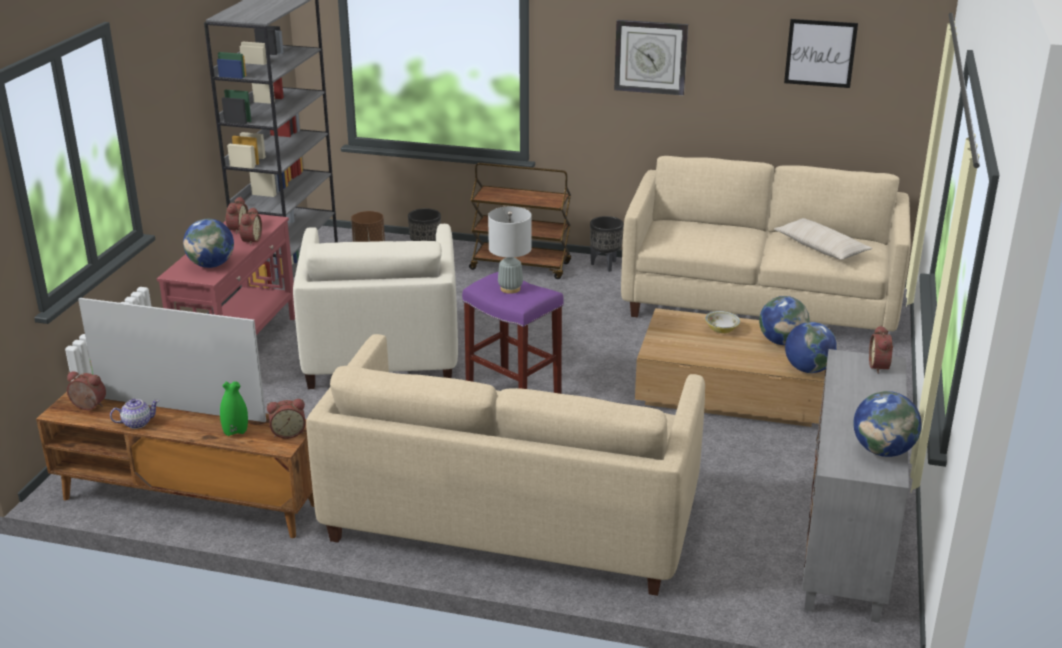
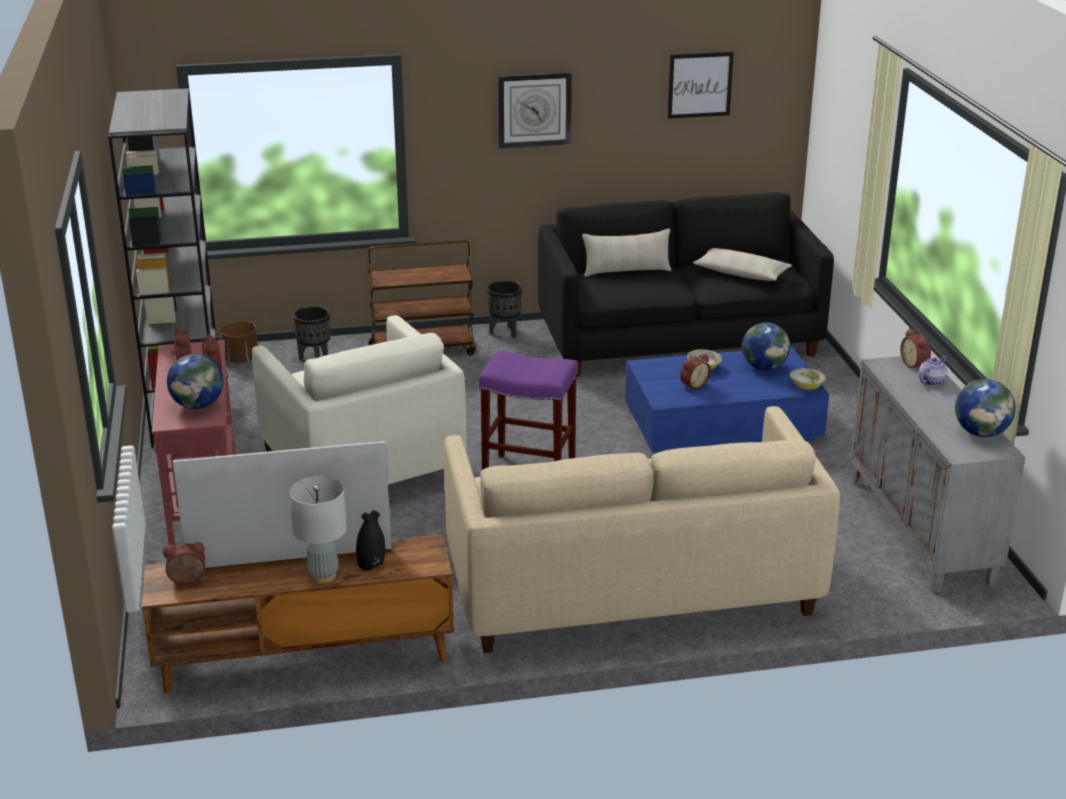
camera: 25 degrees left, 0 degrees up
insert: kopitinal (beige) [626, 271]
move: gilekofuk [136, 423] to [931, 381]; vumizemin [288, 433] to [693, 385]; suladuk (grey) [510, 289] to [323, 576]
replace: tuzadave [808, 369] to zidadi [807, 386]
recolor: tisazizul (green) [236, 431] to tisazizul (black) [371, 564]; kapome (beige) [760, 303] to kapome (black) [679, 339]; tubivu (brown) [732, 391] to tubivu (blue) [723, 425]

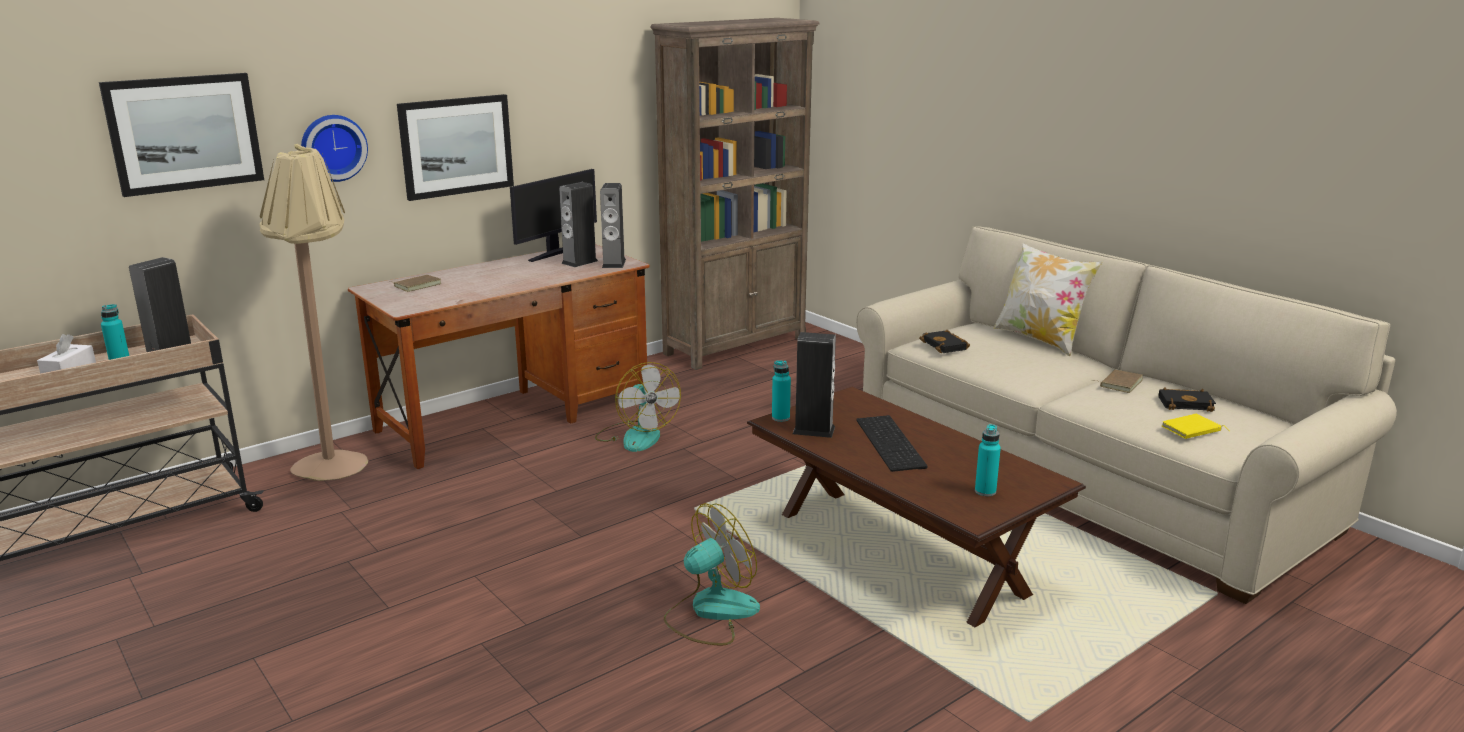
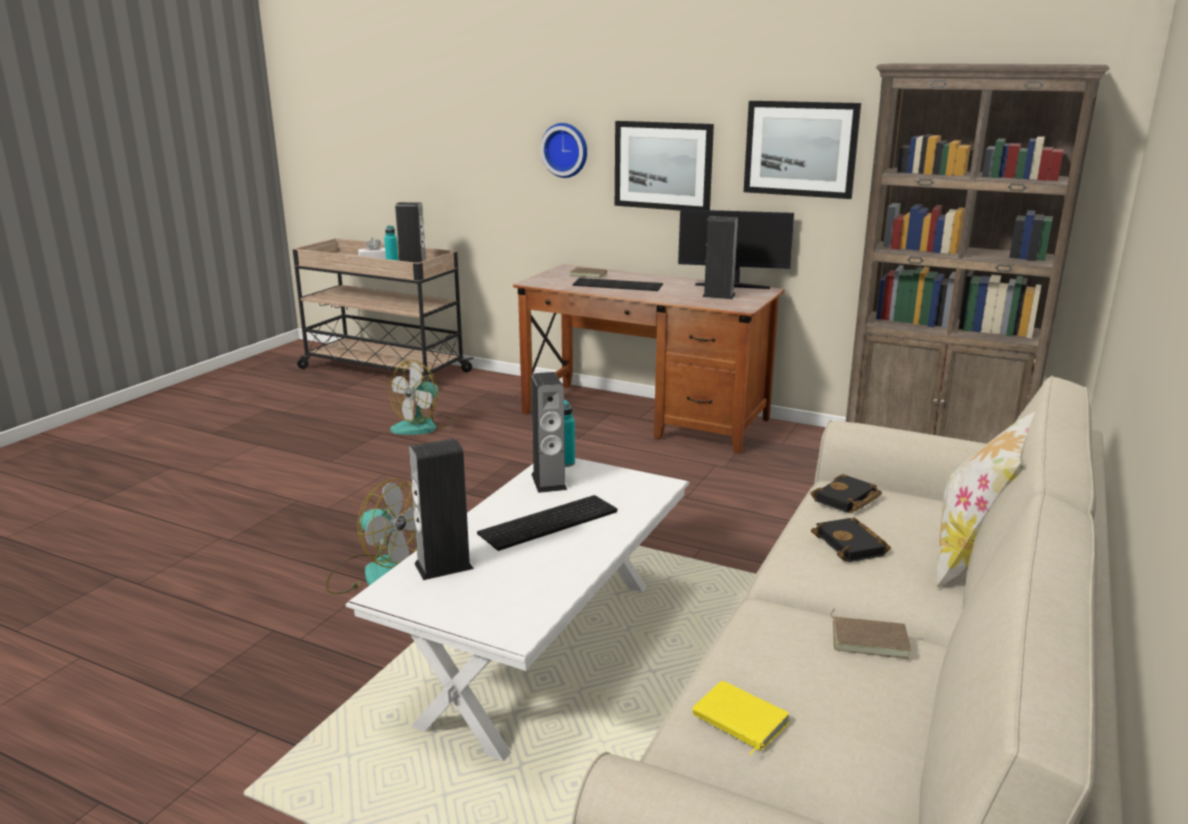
camera: 65 degrees right, 0 degrees up
delete: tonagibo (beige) [336, 473]; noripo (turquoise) [985, 491]
insert: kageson [618, 285]
move: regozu [184, 133] to [800, 149]; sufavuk [636, 436] to [422, 426]; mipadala [614, 263] to [444, 566]; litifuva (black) [1186, 403] to [852, 545]
recolor: tubivu (brown) [899, 553] to tubivu (white) [542, 651]

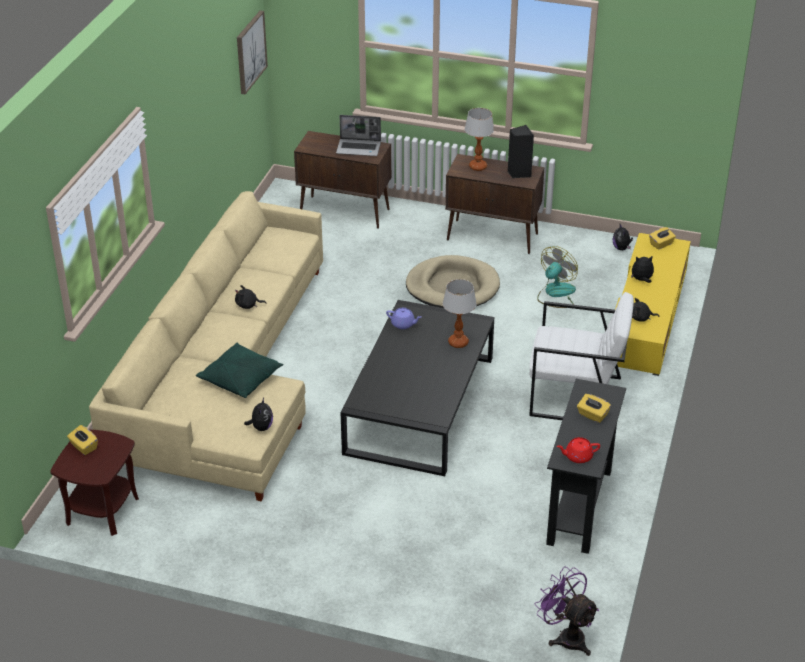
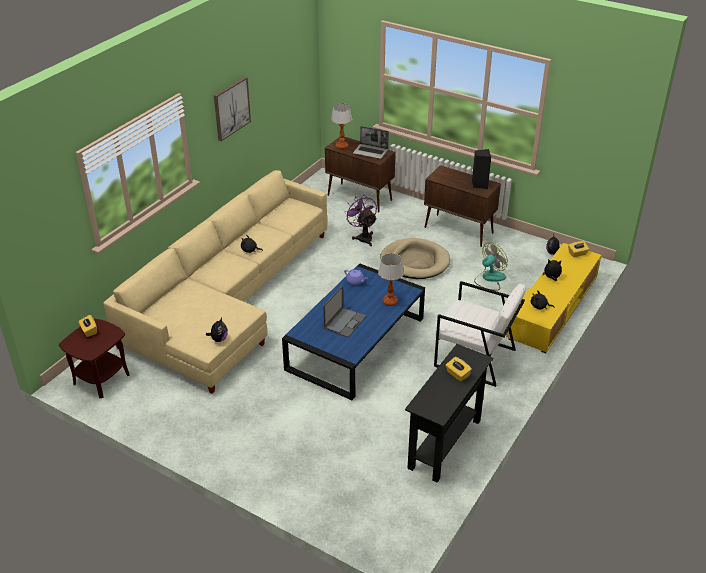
camera: 15 degrees right, 0 degrees up
delete: kopitinal (green) [241, 379]; gilekofuk (red) [577, 456]
insert: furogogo [345, 322]
move: regozu [250, 52] to [231, 108]; suladuk [478, 166] to [342, 146]; sufavuk (purple) [566, 636] to [363, 237]
recolor: tubivu (black) [419, 404] to tubivu (blue) [355, 343]

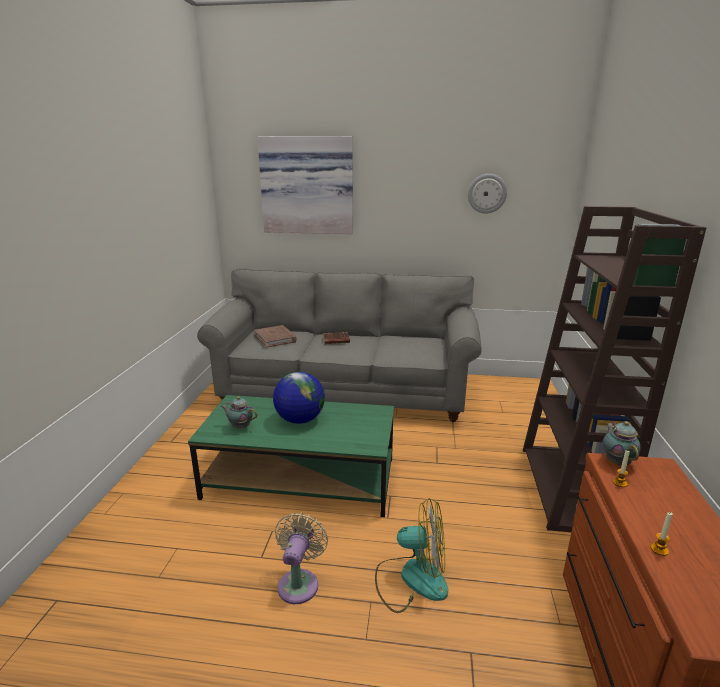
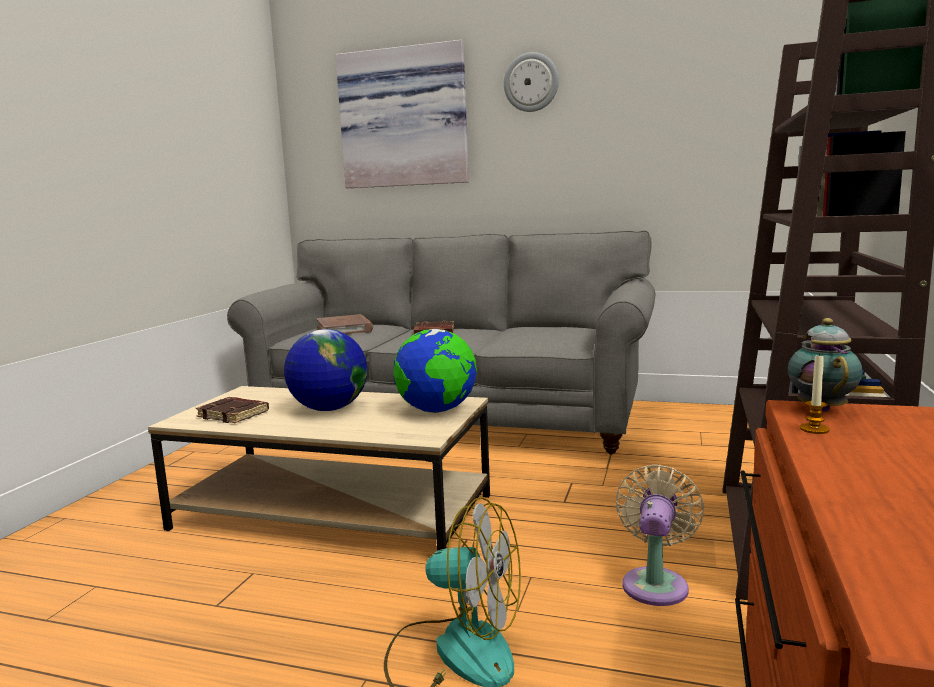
camera: 10 degrees right, 10 degrees down
delete: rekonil [659, 549]
insert: tuzadave [437, 411]
move: sufavuk (beige) [299, 582] to [656, 583]; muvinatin [487, 193] to [531, 82]
replace: gilekofuk [240, 427] to litifuva (brown) [234, 414]
recolor: tubivu (green) [300, 478] to tubivu (beige) [333, 511]

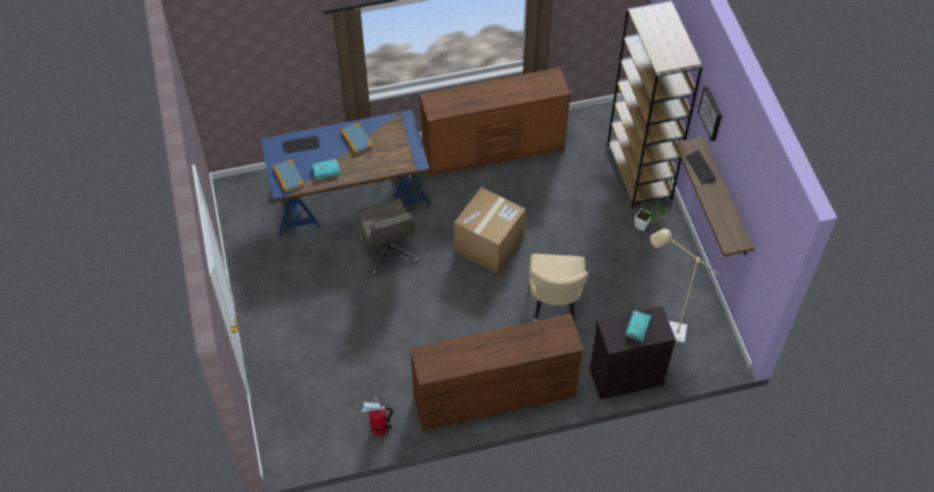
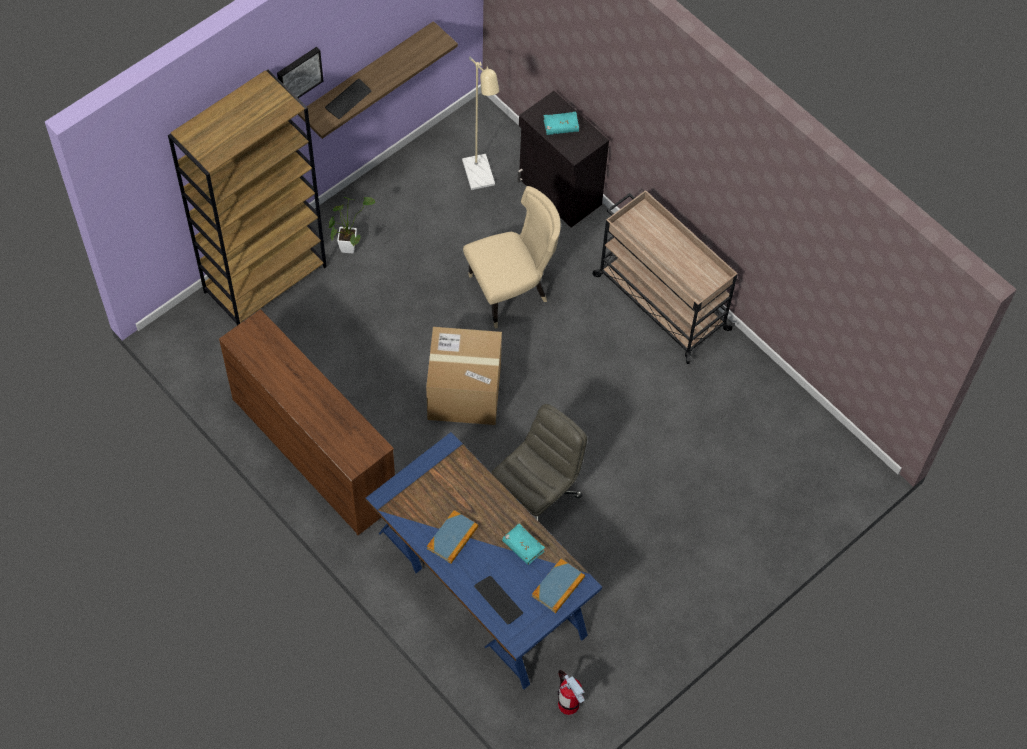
camera: 120 degrees left, 5 degrees up
move: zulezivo [379, 428] to [568, 704]
replace: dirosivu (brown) [493, 396] to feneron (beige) [660, 301]

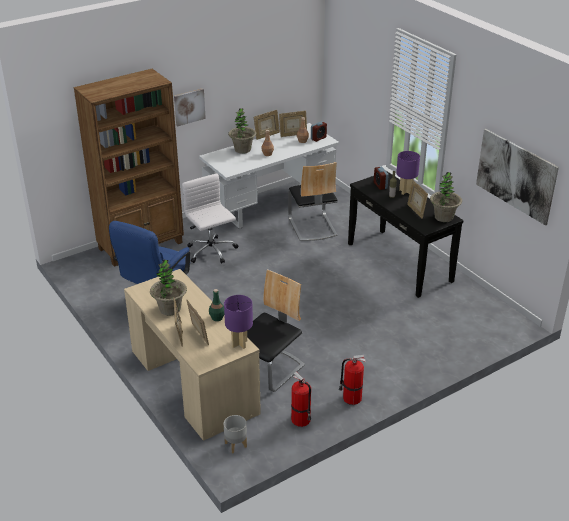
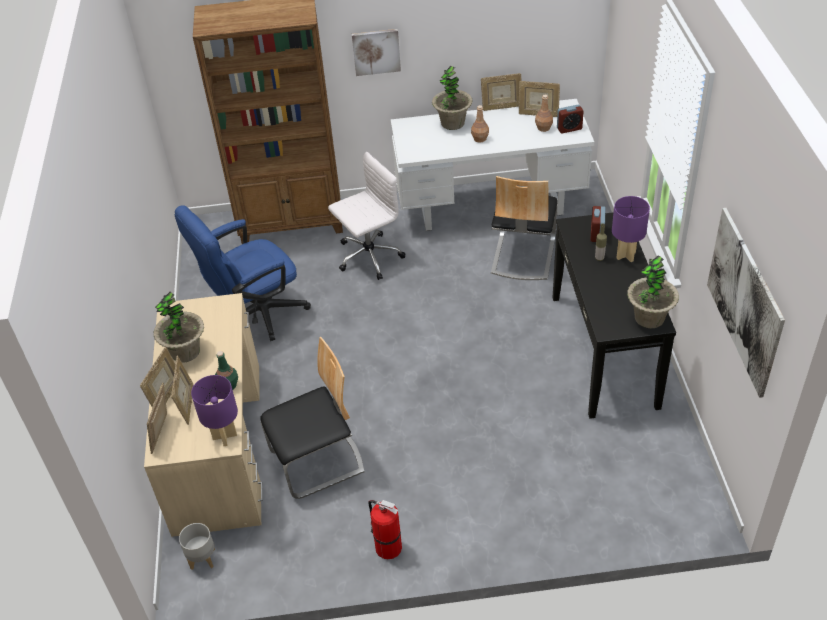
camera: 30 degrees right, 10 degrees up
delete: zulezivo [301, 420]
move: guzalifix [416, 211] to [162, 433]
rotate: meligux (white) [211, 252] = [368, 257] 60 degrees clockwise

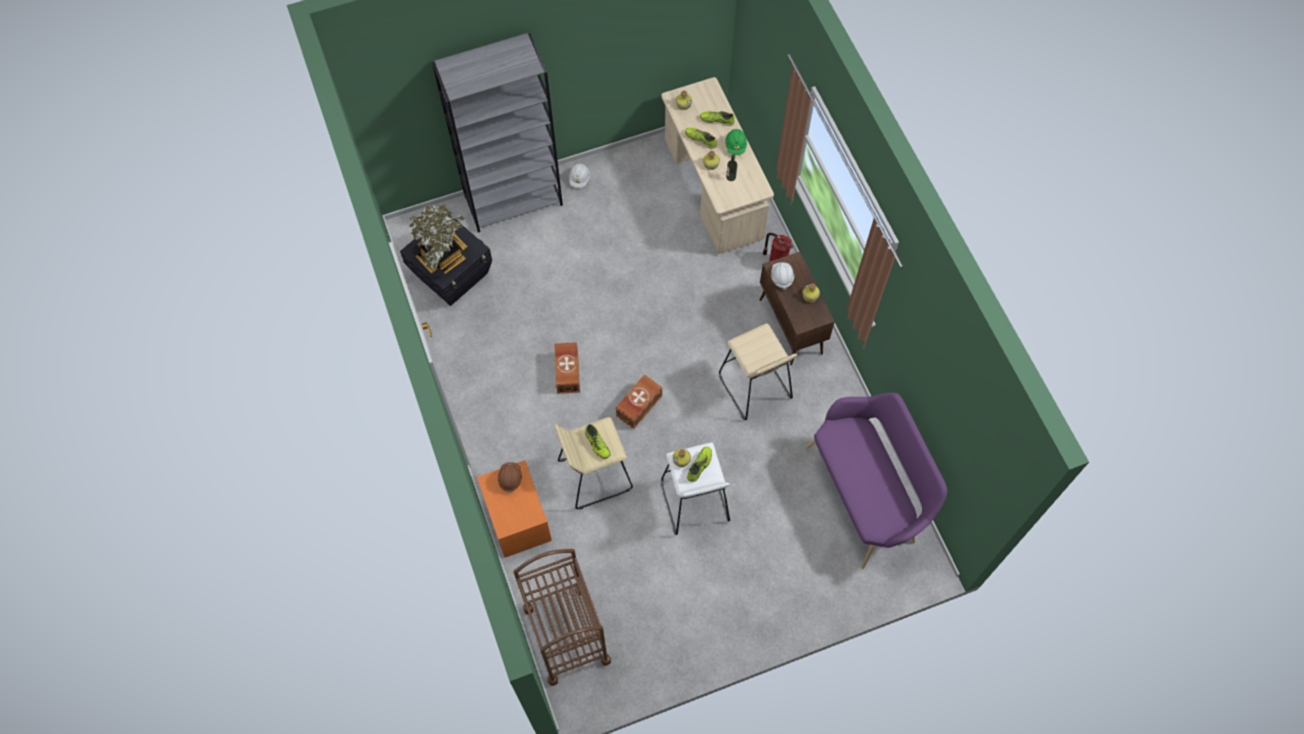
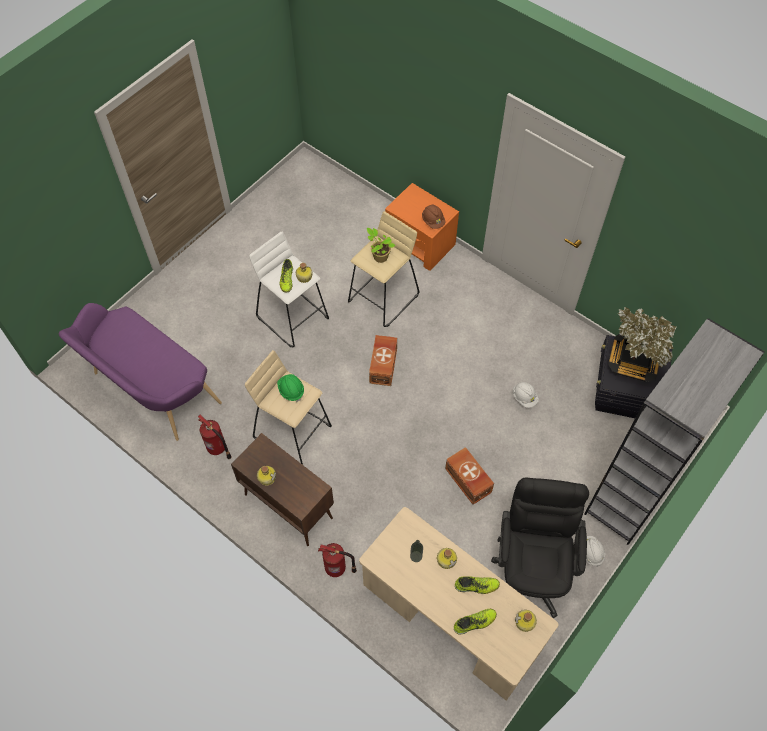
camera: 150 degrees right, 5 degrees down
delete: feneron (brown) [566, 635]
insert: zulezivo [217, 448]; meligux (black) [531, 568]
move: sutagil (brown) [568, 372] to [468, 481]; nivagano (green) [735, 146] to [291, 390]; nivagano (white) [781, 277] to [524, 397]
replace: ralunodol [597, 444] to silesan [379, 256]

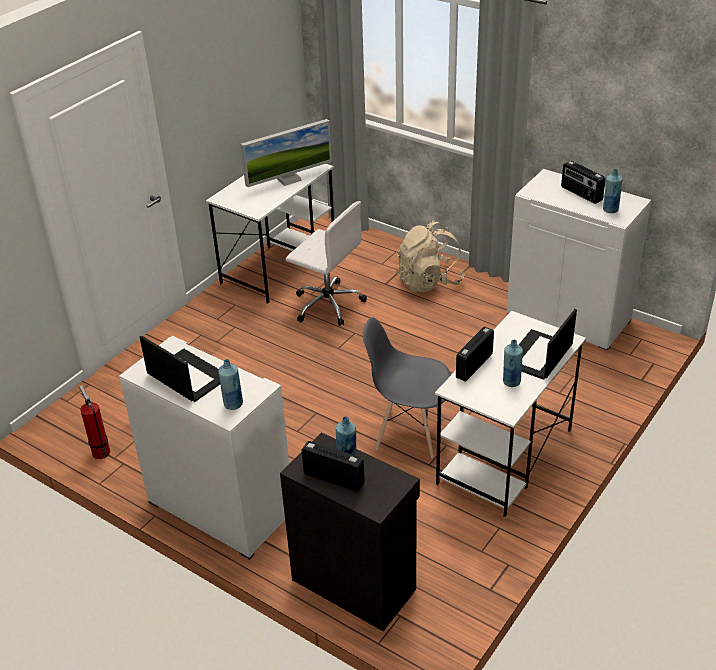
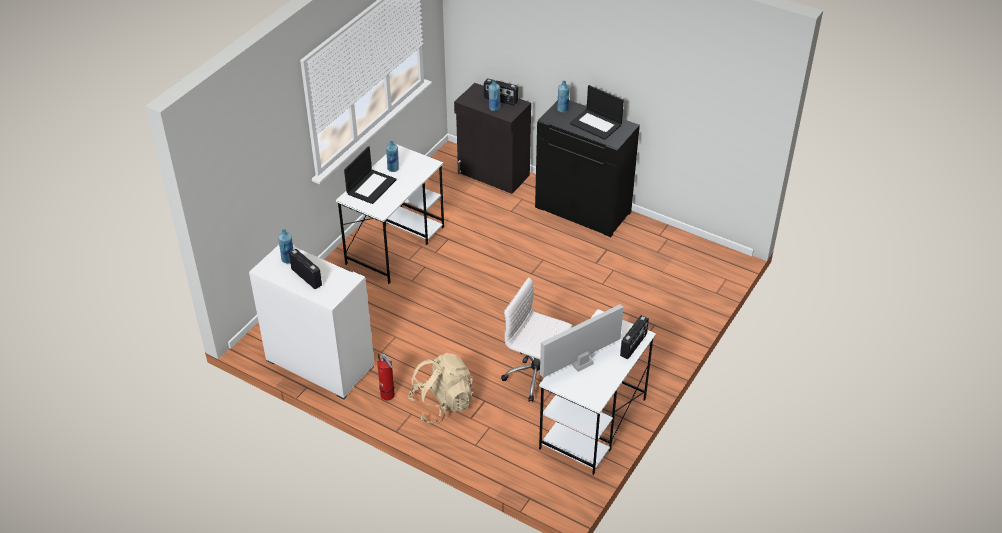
camera: 175 degrees right, 5 degrees up
delete: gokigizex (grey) [409, 432]
move: zulezivo [100, 451] to [388, 396]; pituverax [473, 365] to [634, 345]
recolor: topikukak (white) [219, 508] to topikukak (black) [583, 210]

